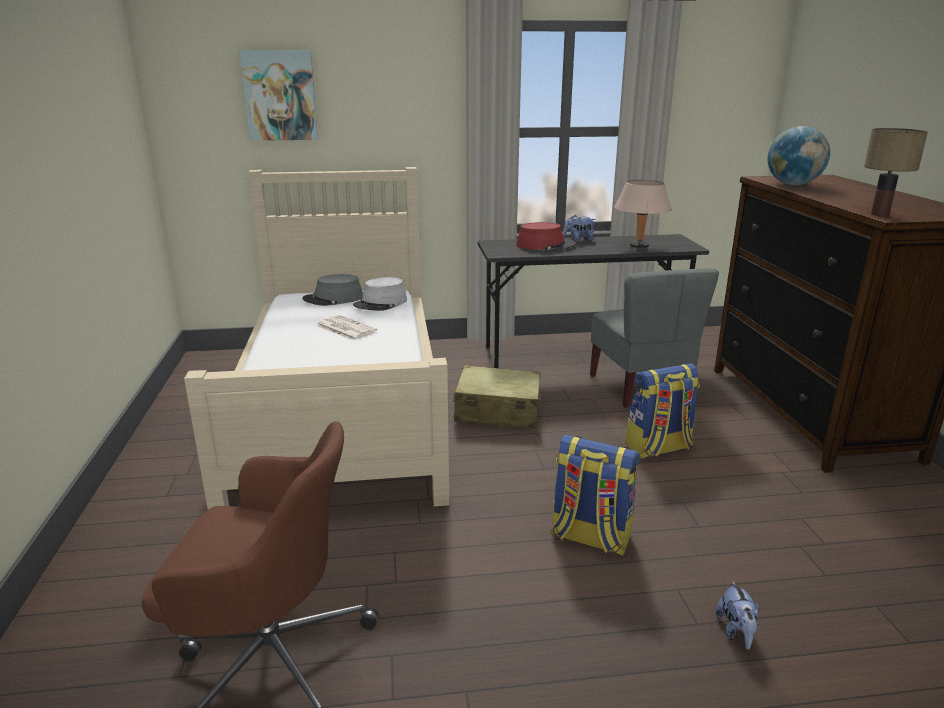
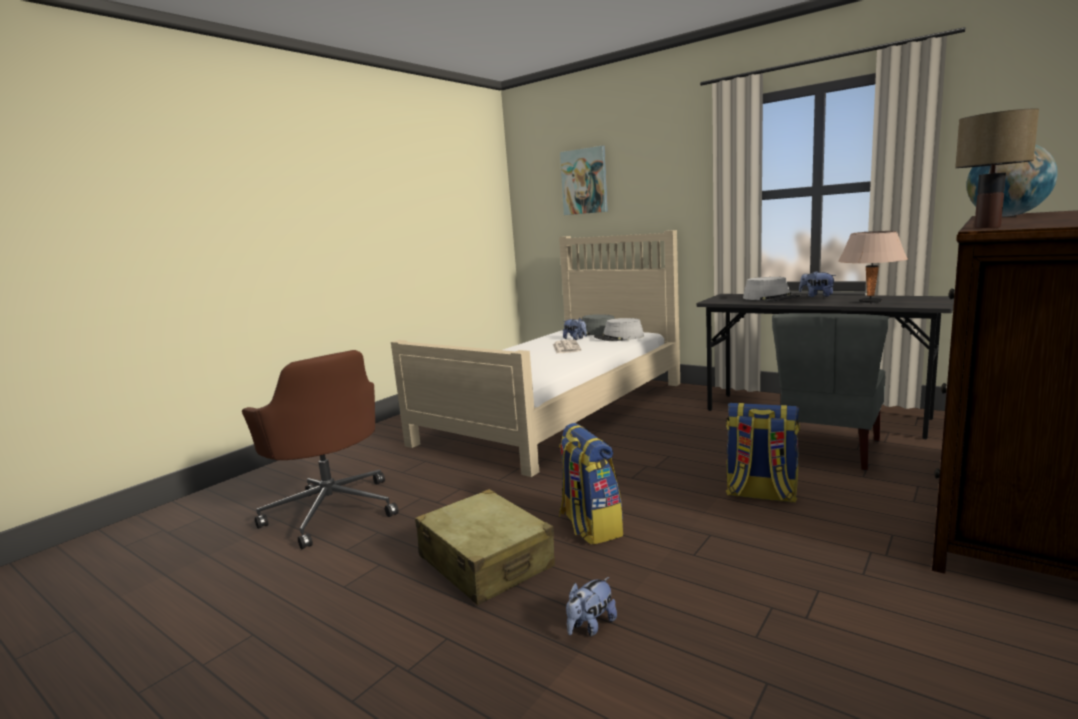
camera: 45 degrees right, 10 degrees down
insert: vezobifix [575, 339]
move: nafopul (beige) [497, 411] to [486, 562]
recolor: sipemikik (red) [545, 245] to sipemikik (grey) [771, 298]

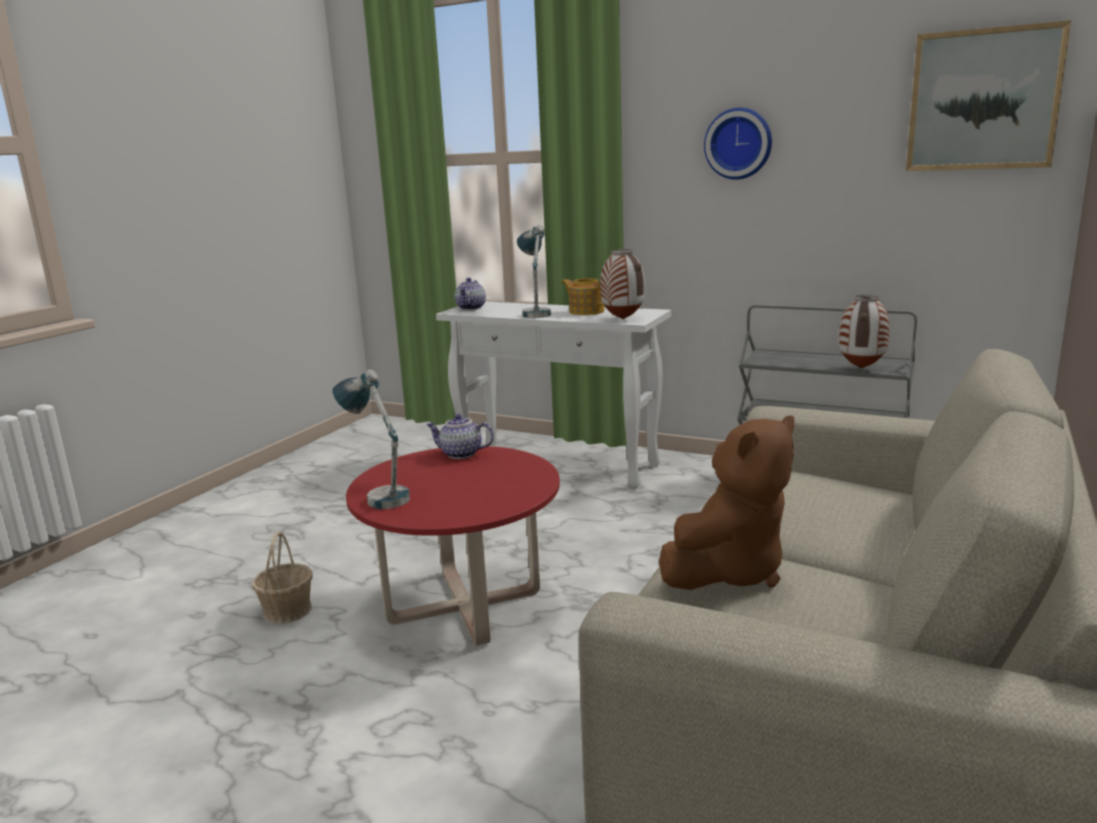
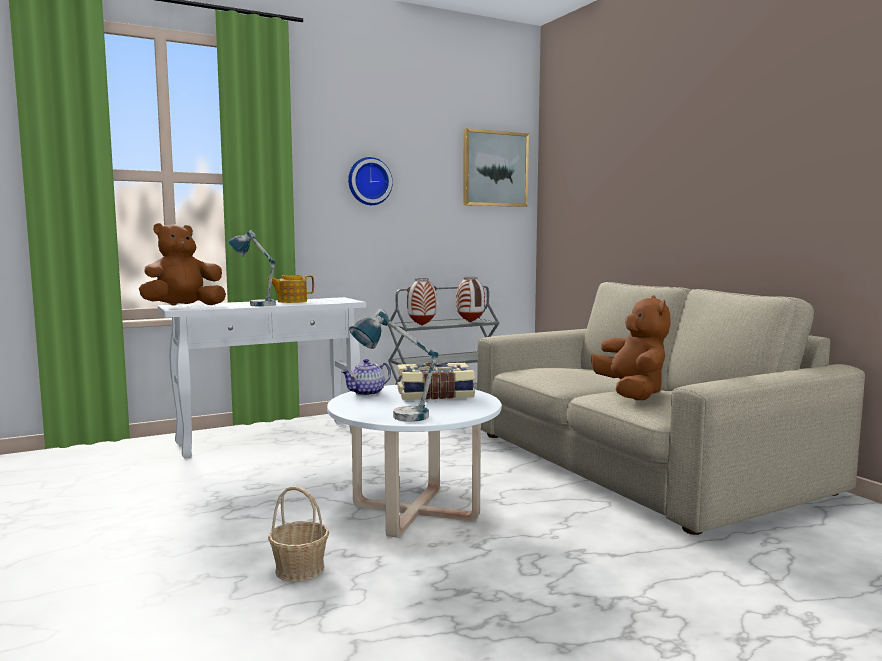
camera: 55 degrees left, 10 degrees down
insert: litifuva [435, 395]
move: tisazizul [622, 319] to [421, 325]
replace: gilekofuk [471, 308] to vezobifix (brown) [183, 307]
recolor: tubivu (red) [464, 606] to tubivu (white) [415, 512]

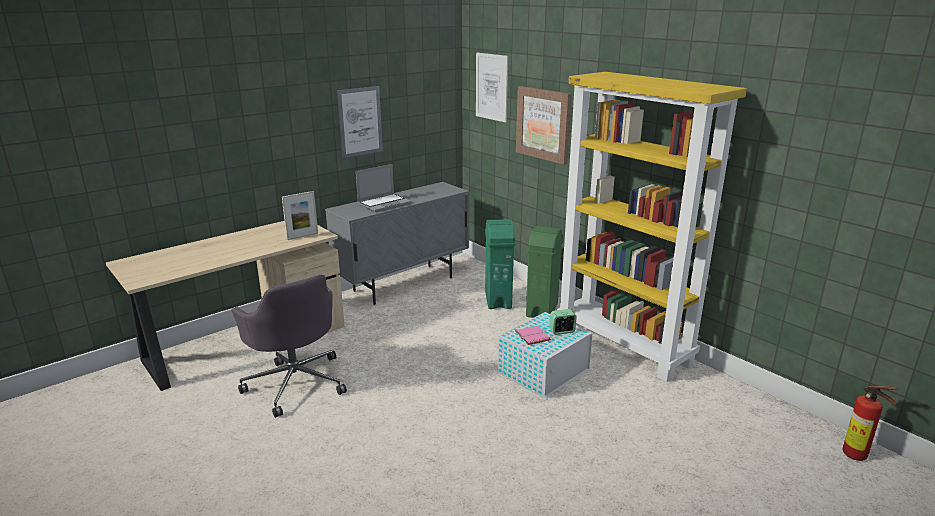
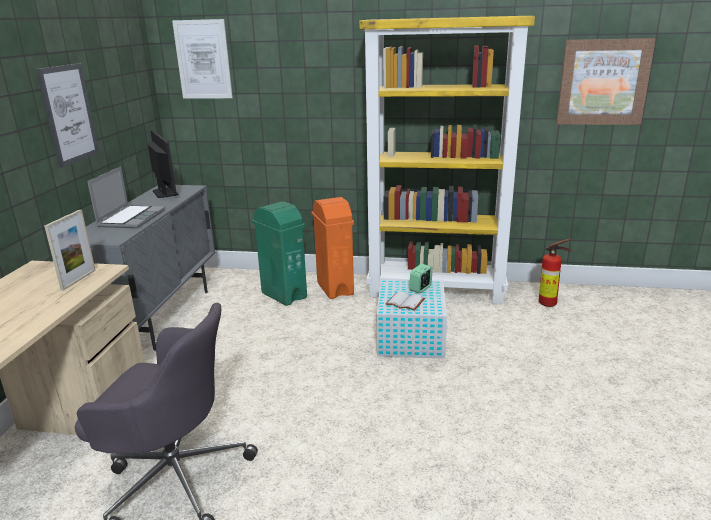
camera: 40 degrees left, 0 degrees up
insert: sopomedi [165, 193]
move: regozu [543, 124] to [603, 82]; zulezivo [857, 457] to [550, 304]
recolor: litifuva (pink) [533, 336] to litifuva (white) [406, 302]; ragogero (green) [542, 310] to ragogero (orange) [335, 288]

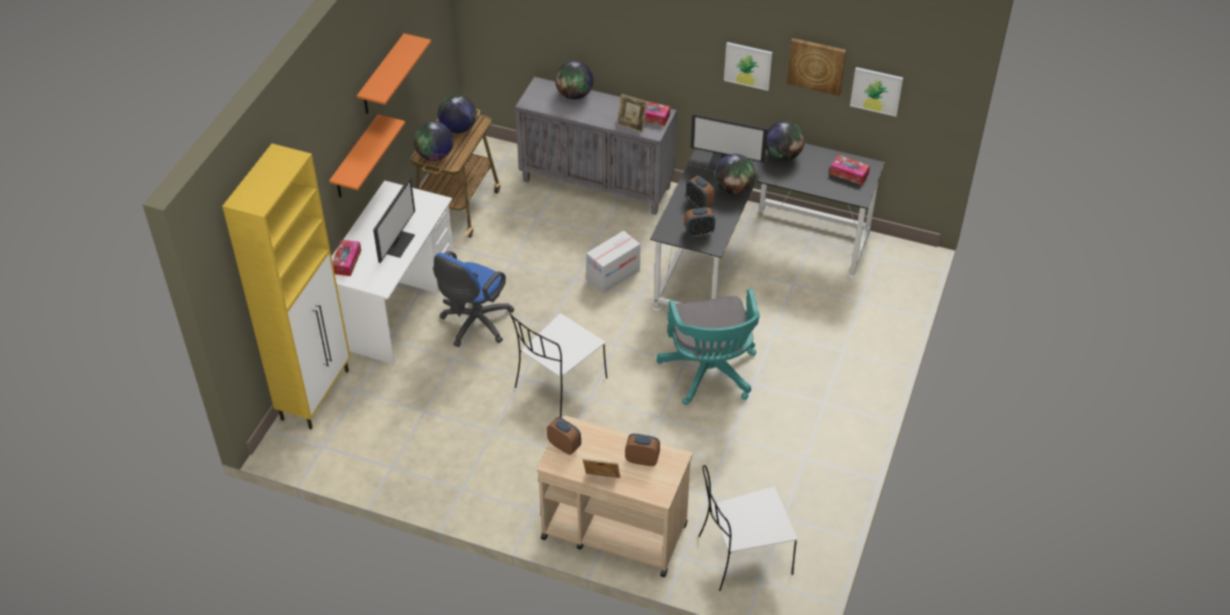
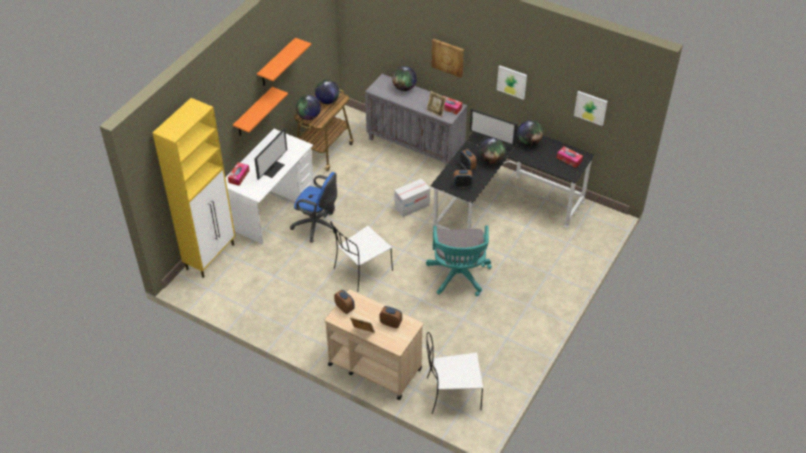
camera: 10 degrees right, 0 degrees up
move: regozu [816, 65] to [448, 57]
rotate: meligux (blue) [474, 325] = [317, 226] 105 degrees counterclockwise

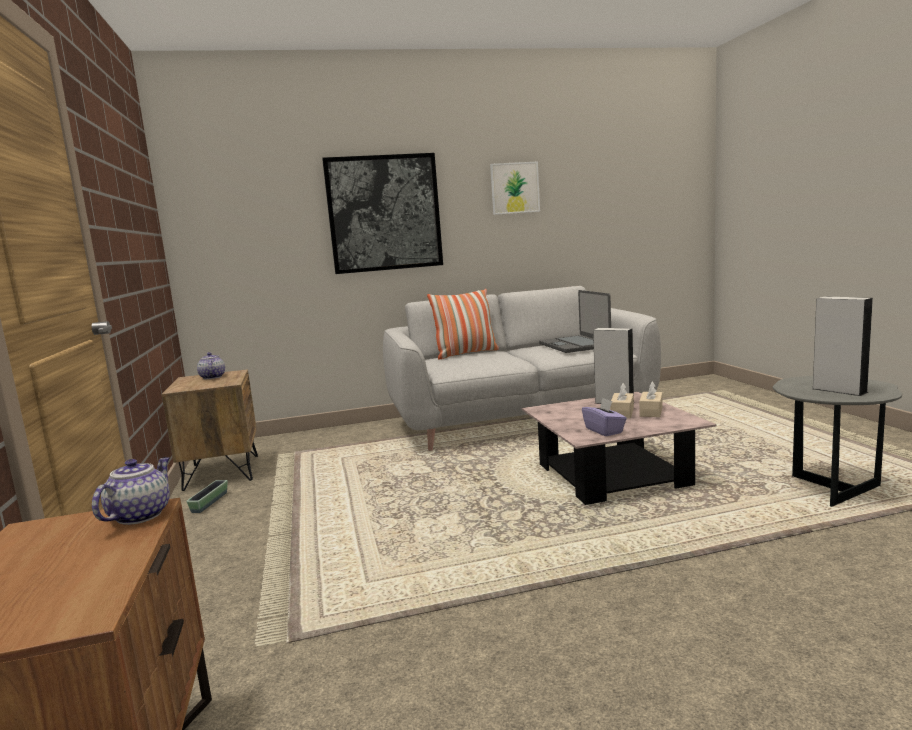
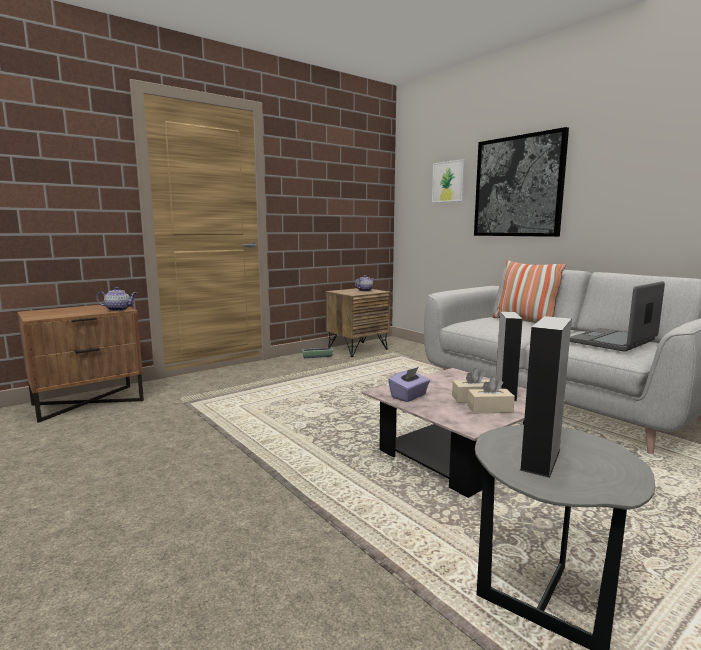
camera: 65 degrees right, 0 degrees up
move: regozu [515, 188] to [448, 181]

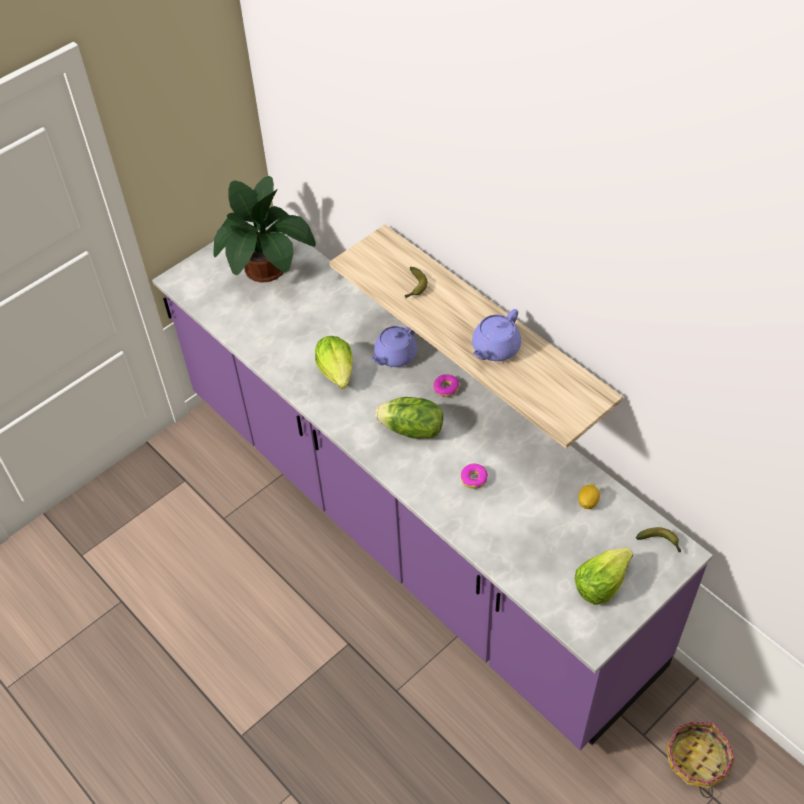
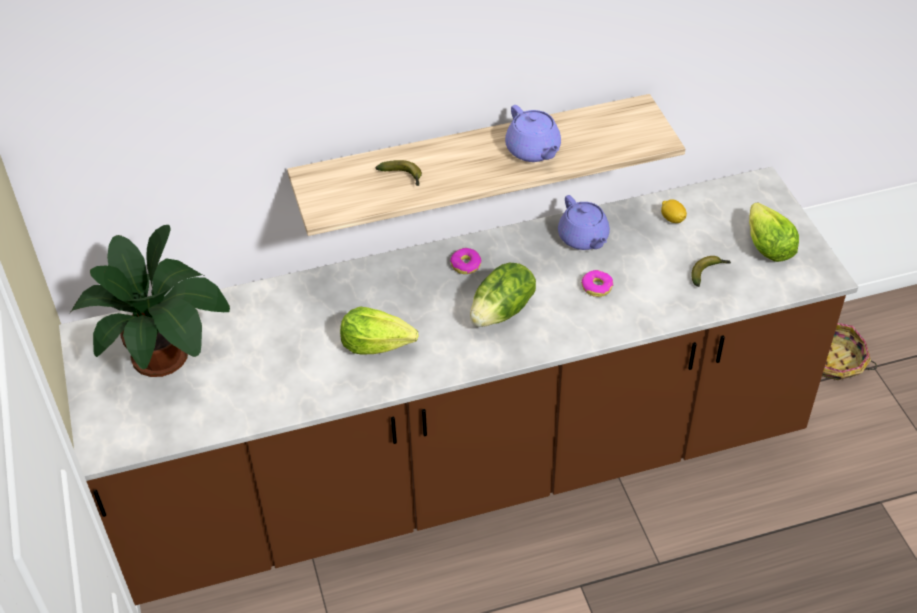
camera: 65 degrees left, 5 degrees down
move: gilekofuk (purple) [395, 356] to [583, 238]; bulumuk [660, 542] to [708, 273]
recolor: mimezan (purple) [408, 524] to mimezan (brown) [462, 471]

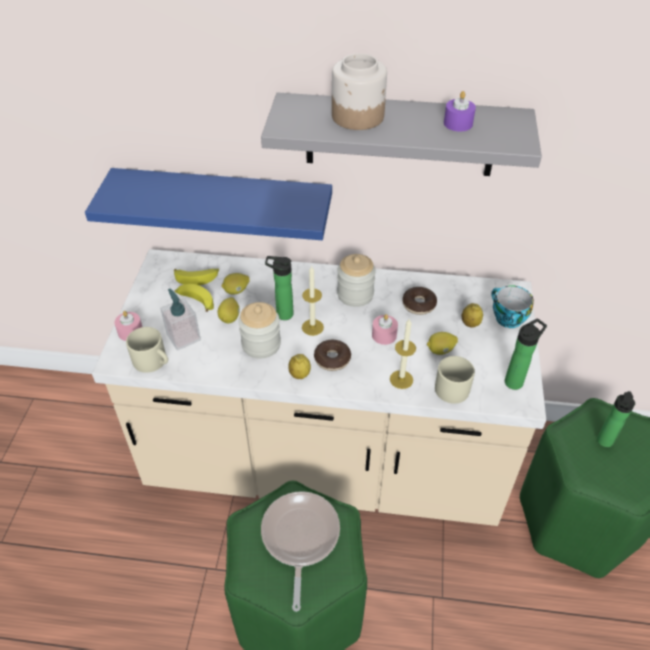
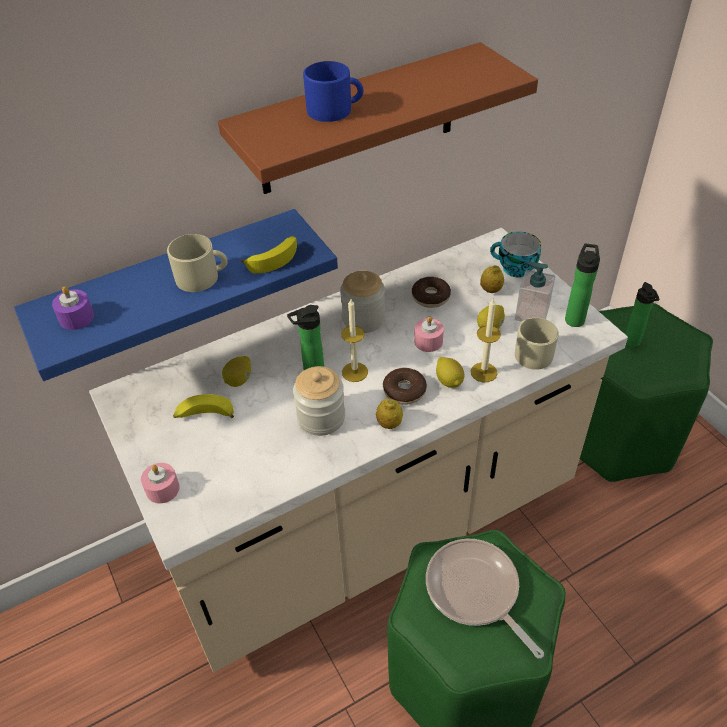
camera: 35 degrees left, 0 degrees up
move: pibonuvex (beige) [153, 361] to [202, 277]; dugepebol [183, 337] to [531, 314]; bulumuk [197, 278] to [274, 258]; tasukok [230, 318] to [449, 381]; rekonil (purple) [458, 123] to [76, 317]
replace: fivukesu [358, 116] to pibonuvex (blue) [335, 110]
recolor: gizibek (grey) [400, 135] to gizibek (brown) [358, 121]

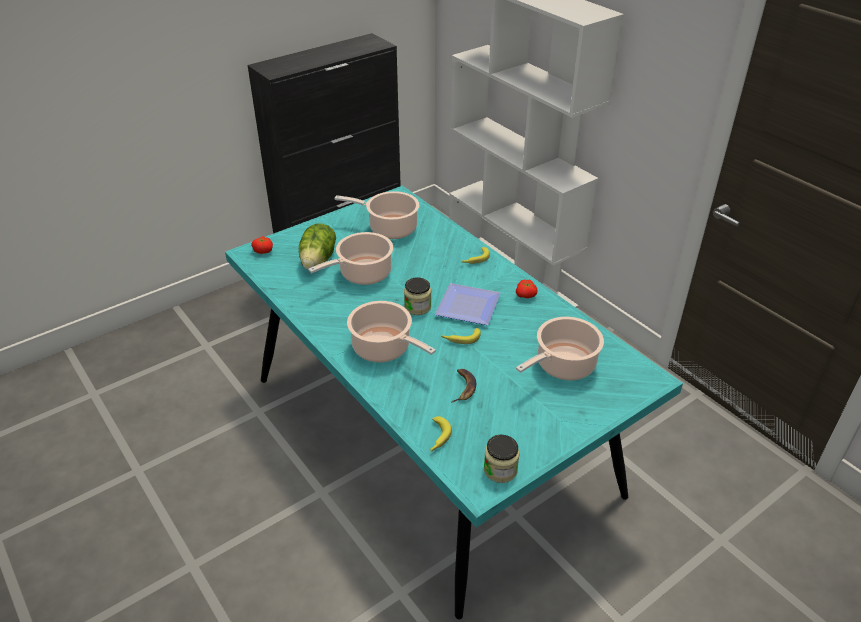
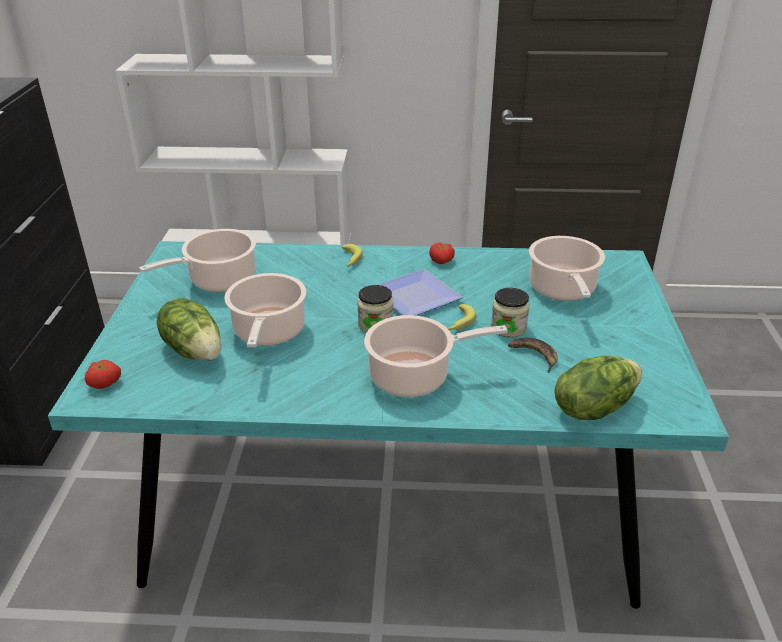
camera: 50 degrees left, 5 degrees down
move: fivukesu [500, 470] to [508, 327]
replace: bulumuk [437, 438] to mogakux [593, 407]

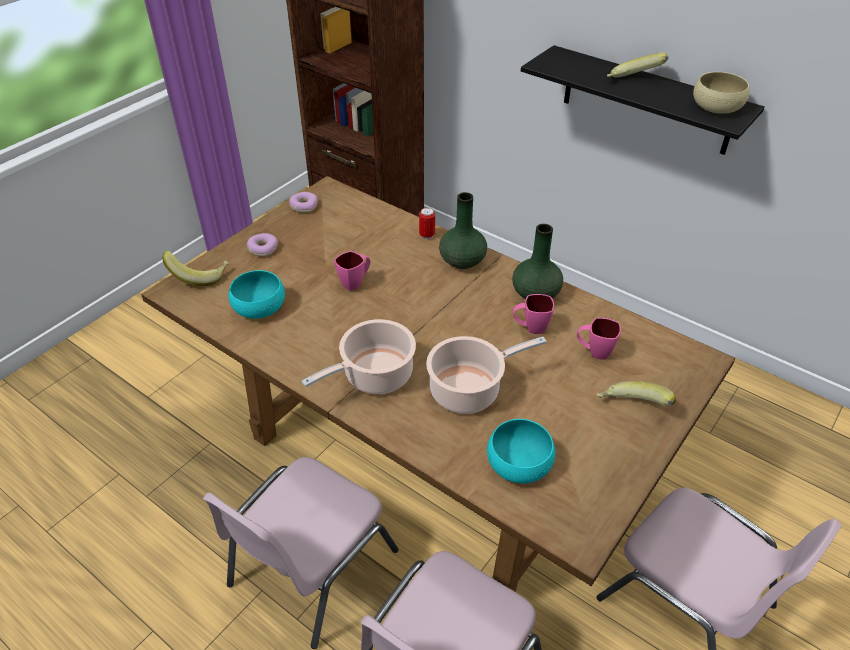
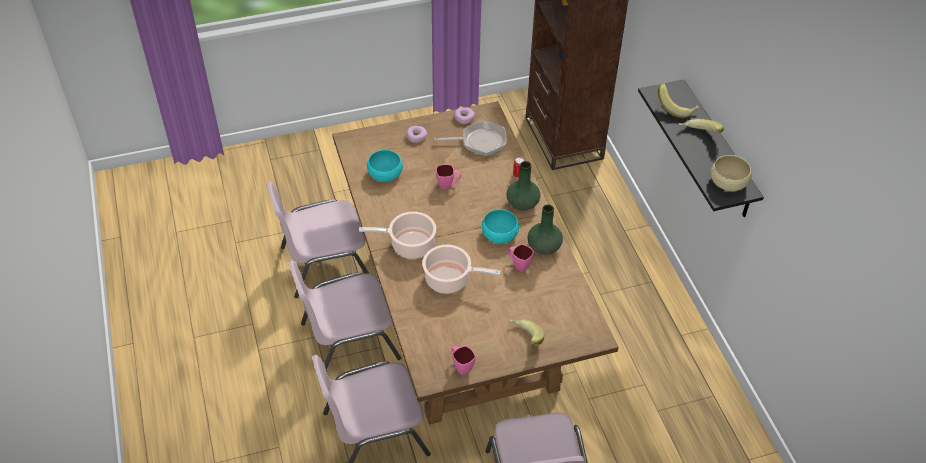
camera: 35 degrees right, 5 degrees up
insert: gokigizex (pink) [324, 263]; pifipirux [480, 141]
move: bulumuk [200, 276] to [676, 108]; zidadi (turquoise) [519, 463] to [499, 234]; pibonuvex (pink) [594, 352] to [461, 366]

